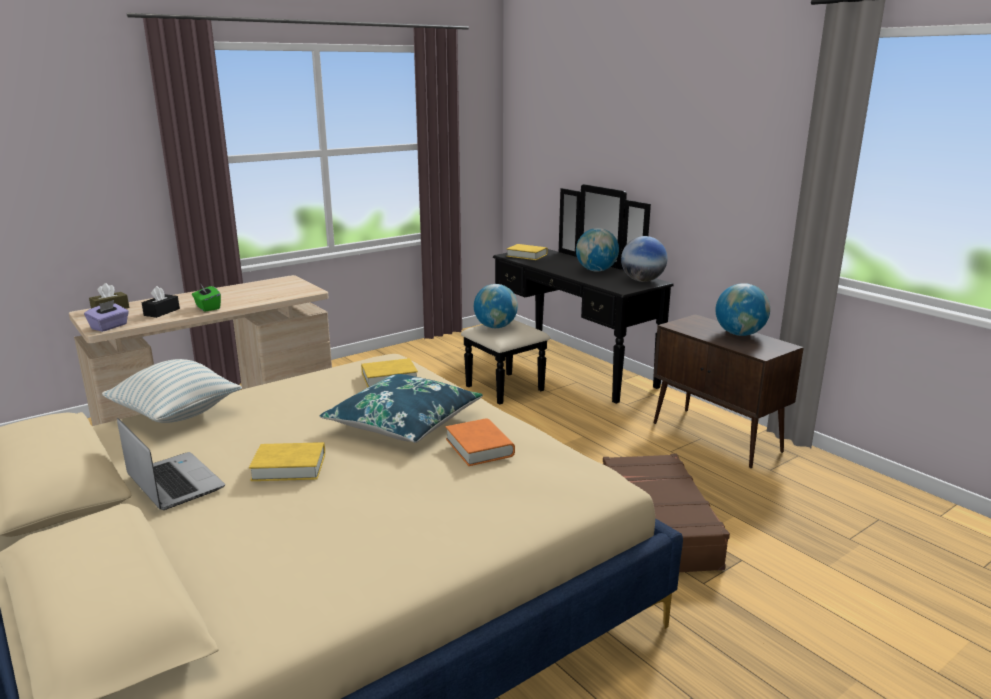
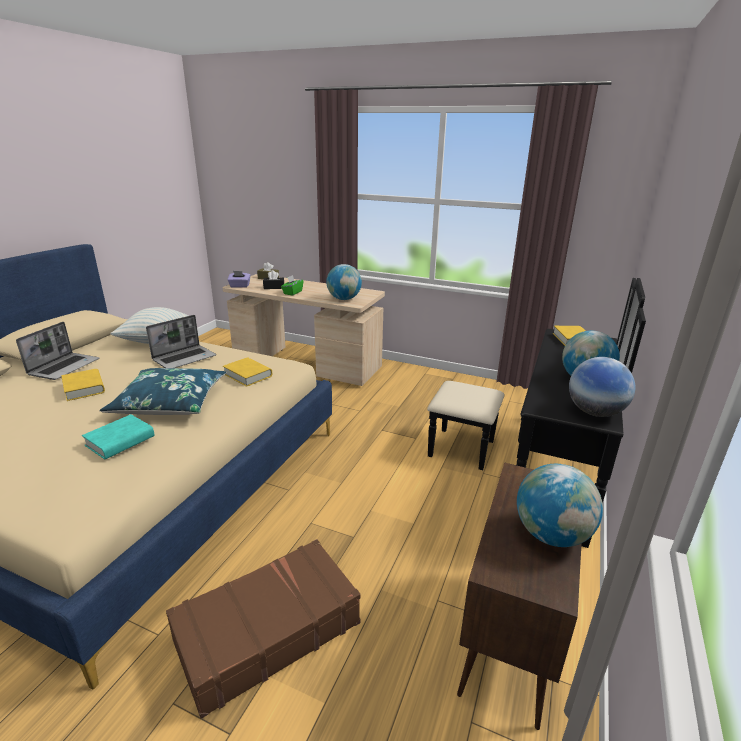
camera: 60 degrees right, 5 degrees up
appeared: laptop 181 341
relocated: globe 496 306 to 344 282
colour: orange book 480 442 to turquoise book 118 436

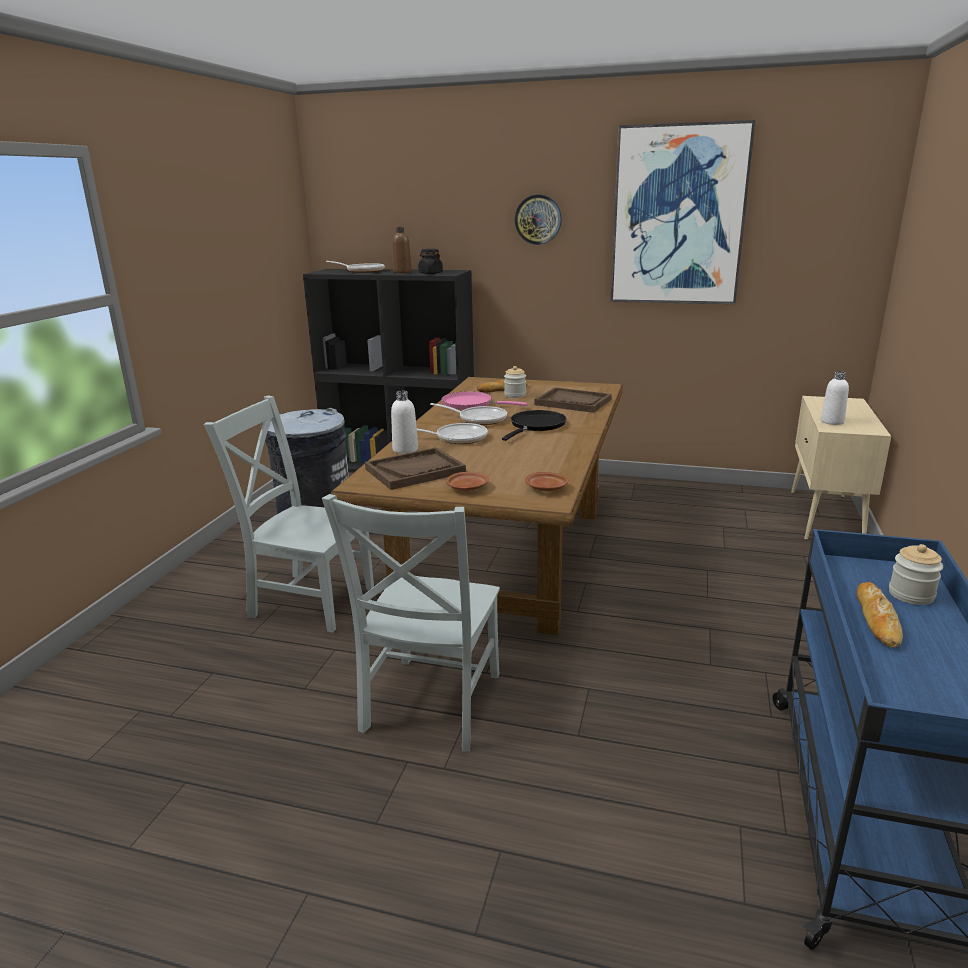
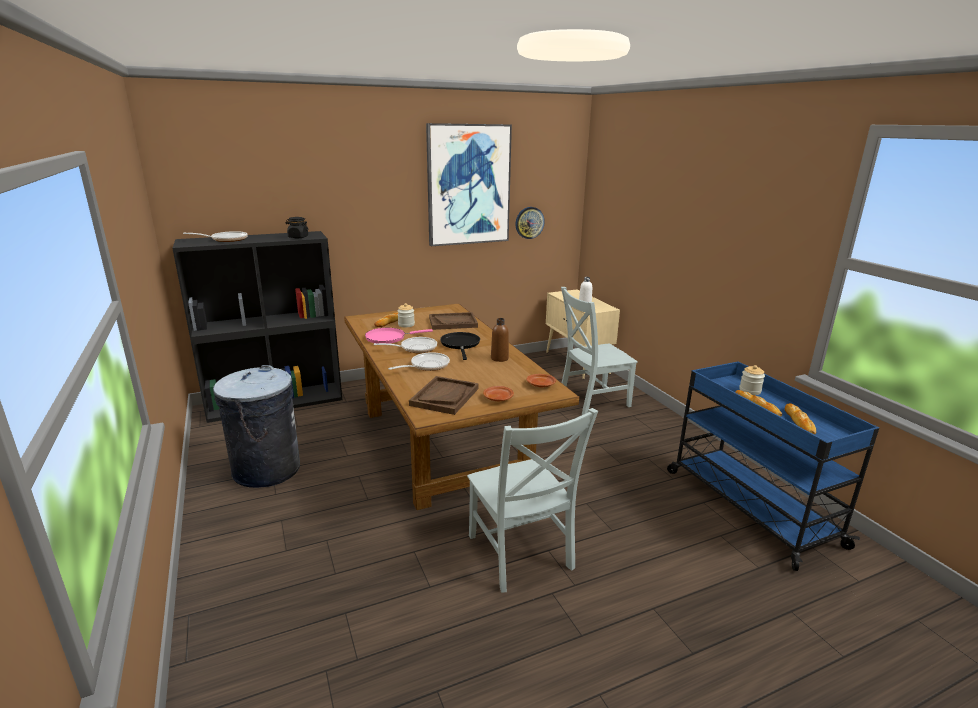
camera: 40 degrees left, 0 degrees up
missing: white bottle 404 422
appeared: bread 800 419
relocated: wall clock 538 219 to 530 223; brown bottle 402 250 to 500 340; grey chair 289 514 to 599 351

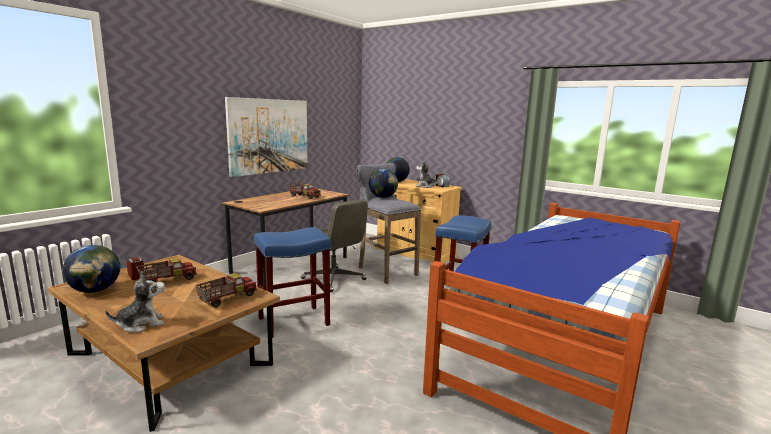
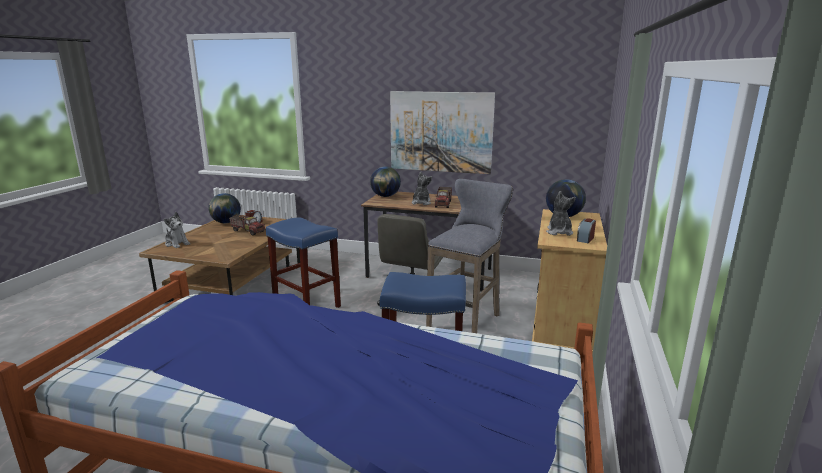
camera: 70 degrees right, 5 degrees up
missing: toy truck 226 290
appeared: plush toy 422 188
relocated: globe 383 183 to 385 181

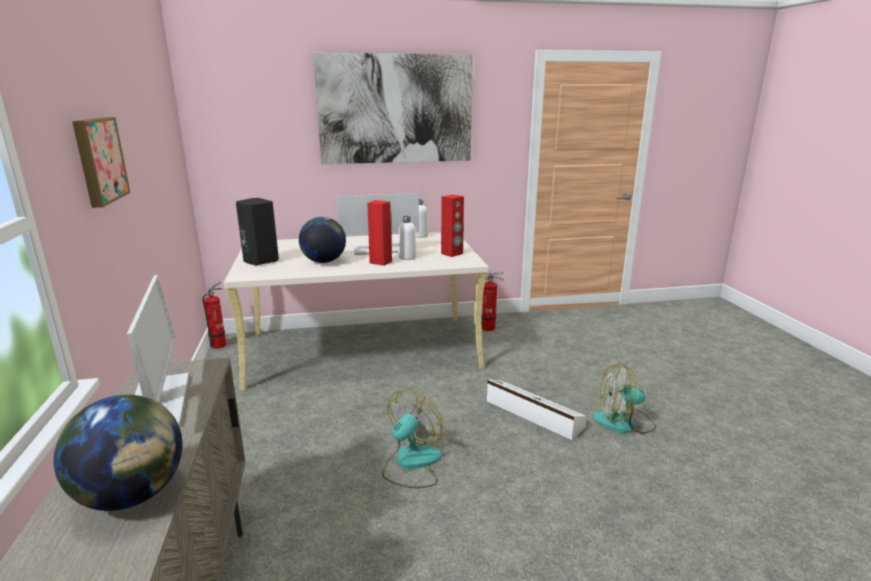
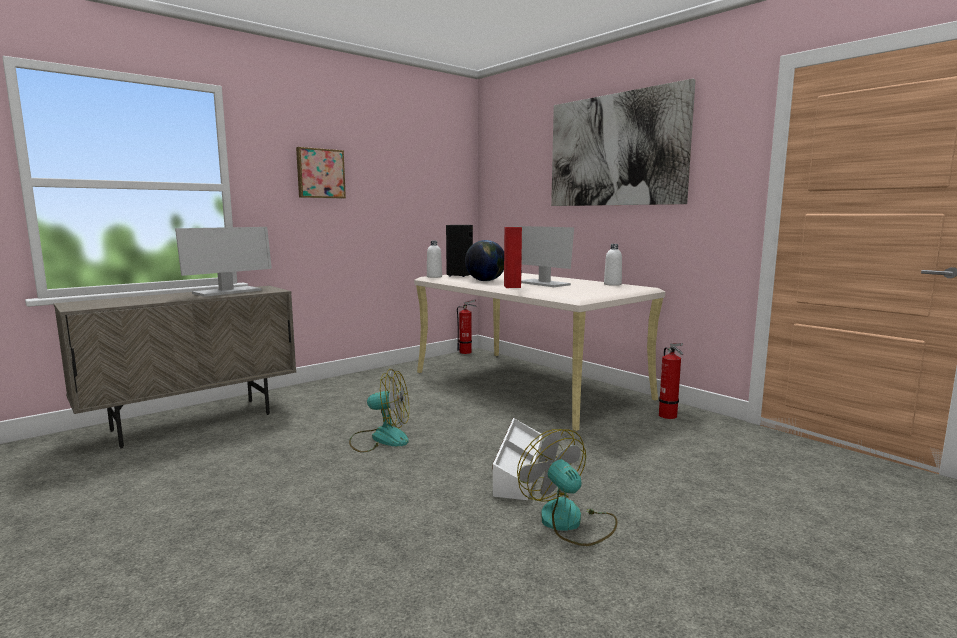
camera: 60 degrees right, 10 degrees down
missing: red speaker 452 225; globe 118 453
relocated: white bottle 408 238 to 434 259

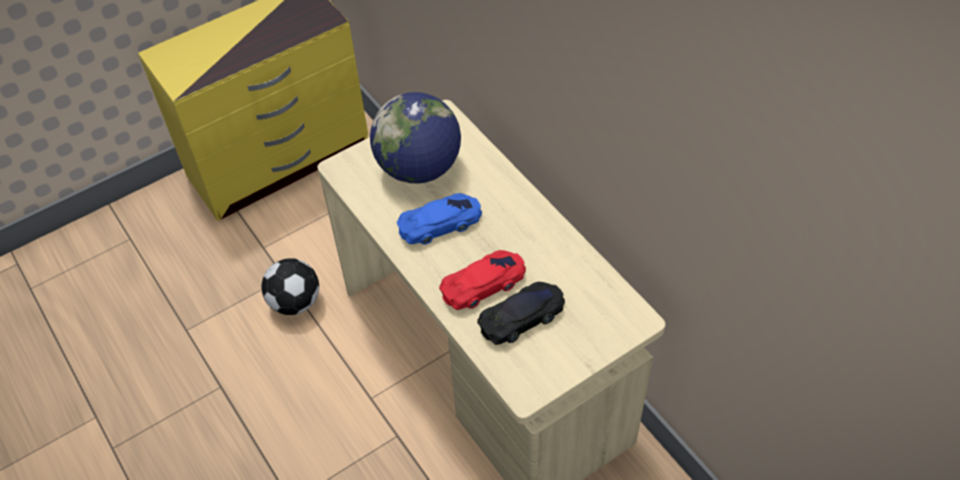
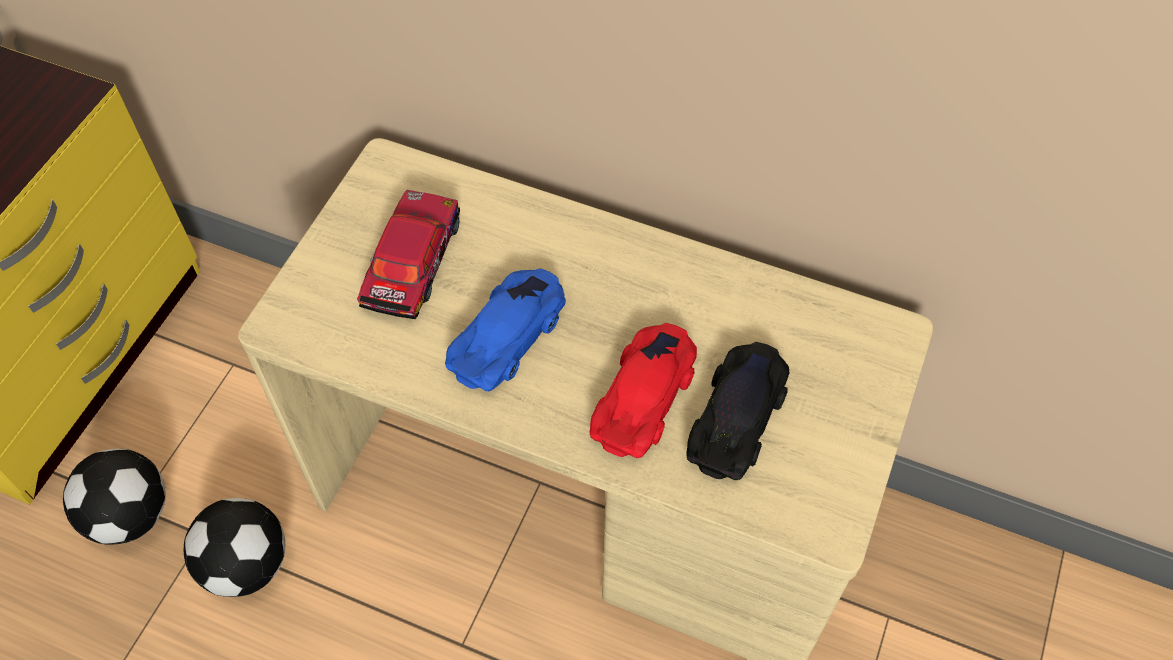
camera: 35 degrees left, 5 degrees up
appeared: football 114 497
exchanged: globe 415 138 to toy car 408 254

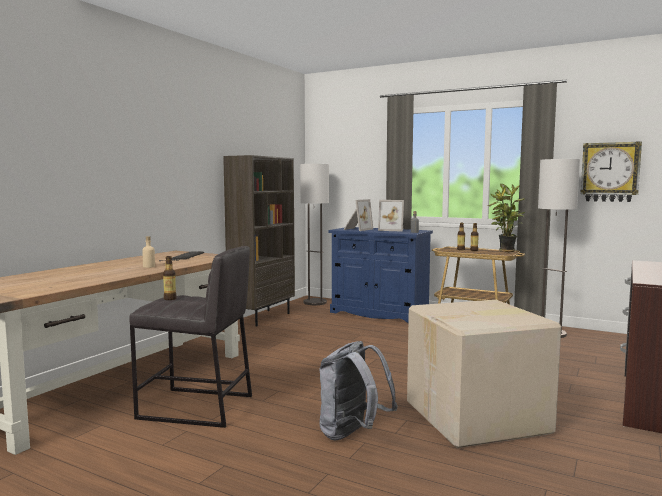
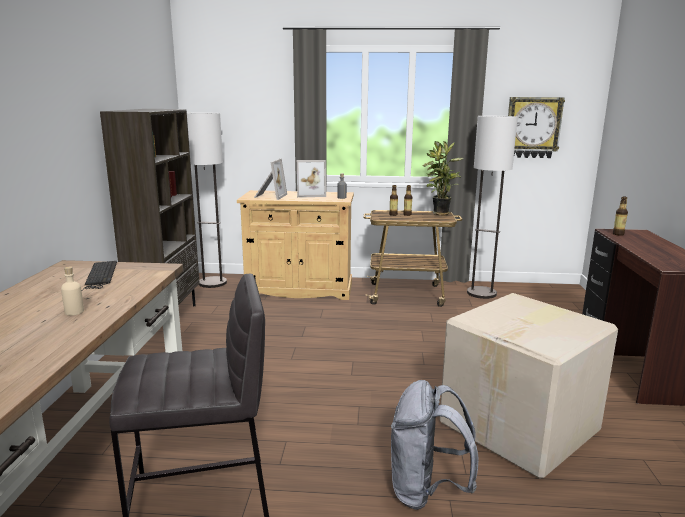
camera: 25 degrees left, 10 degrees up
relocated: bottle 169 278 to 620 216
colour: blue cabinet 380 275 to beige cabinet 295 245

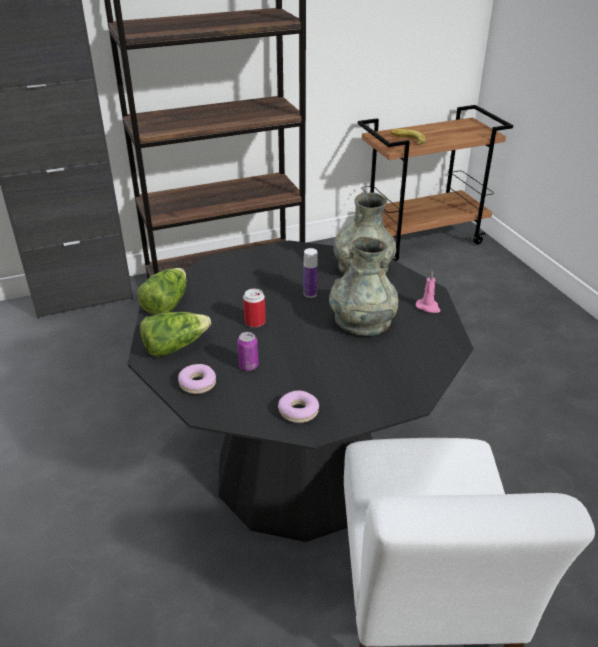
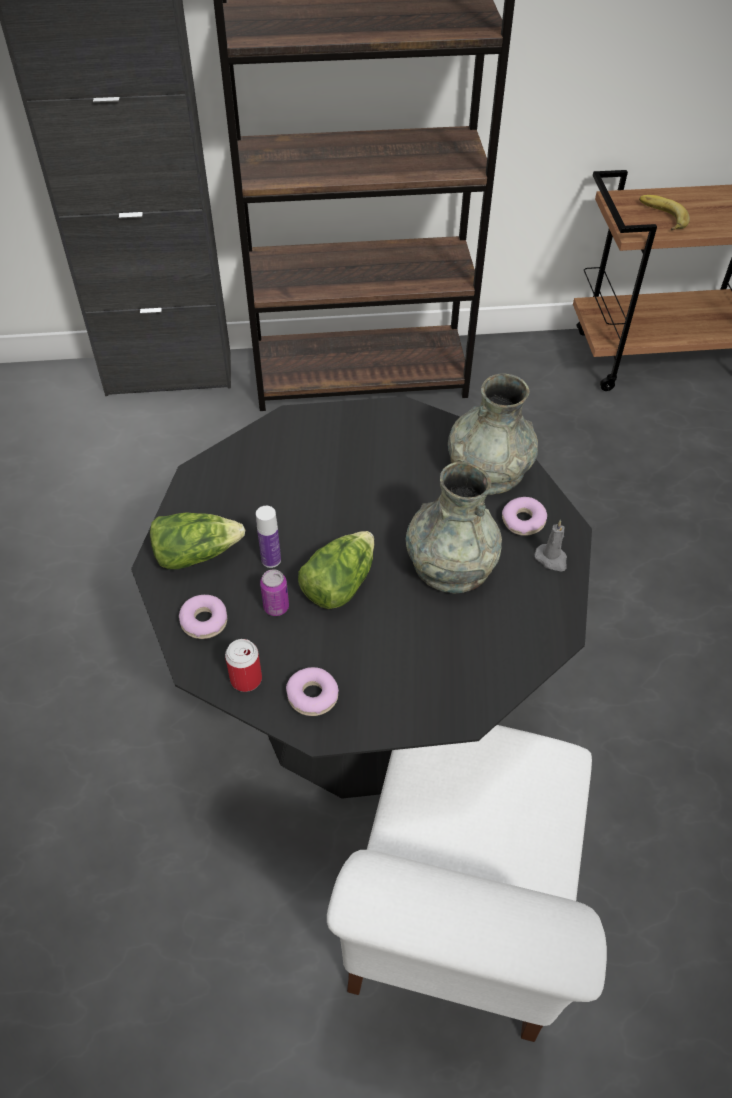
camera: 15 degrees right, 15 degrees up
appeared: donut 524 516
relocated: bottle 311 273 to 268 537; lettuce 162 291 to 336 570; can 254 308 to 243 665
colour: pink candle 428 292 to grey candle 551 546

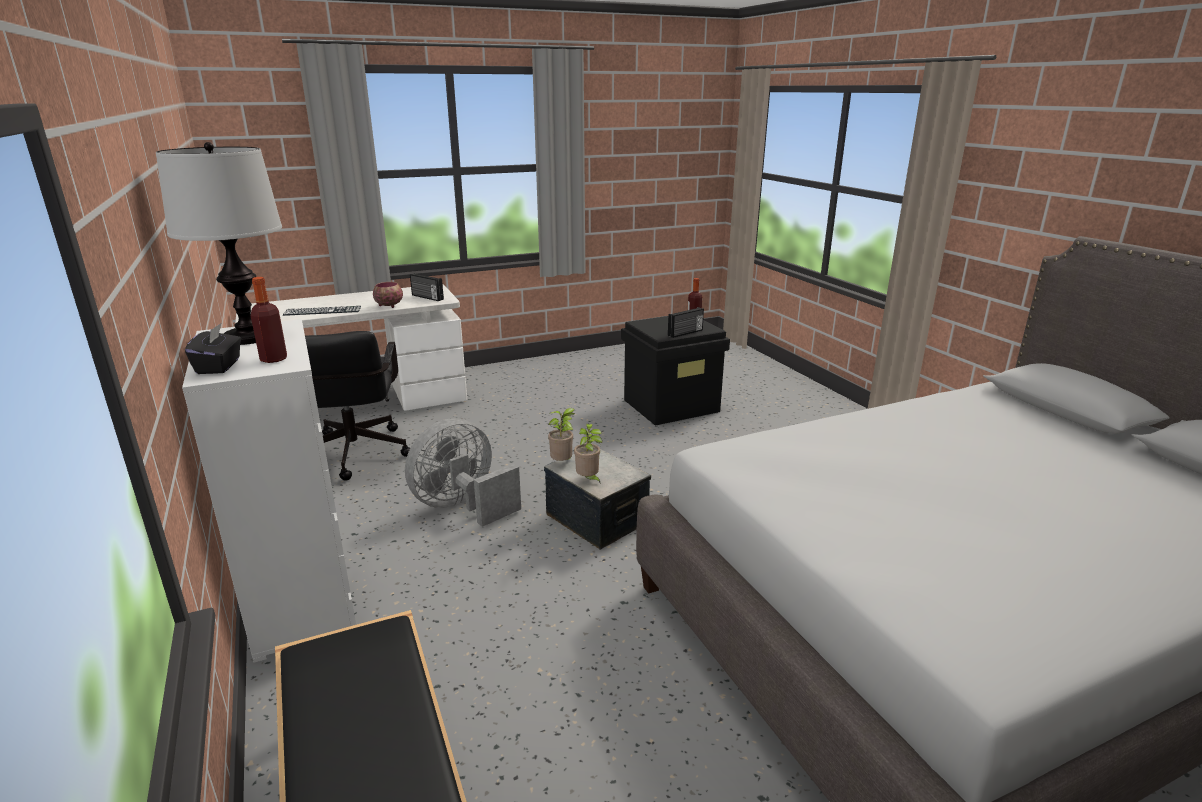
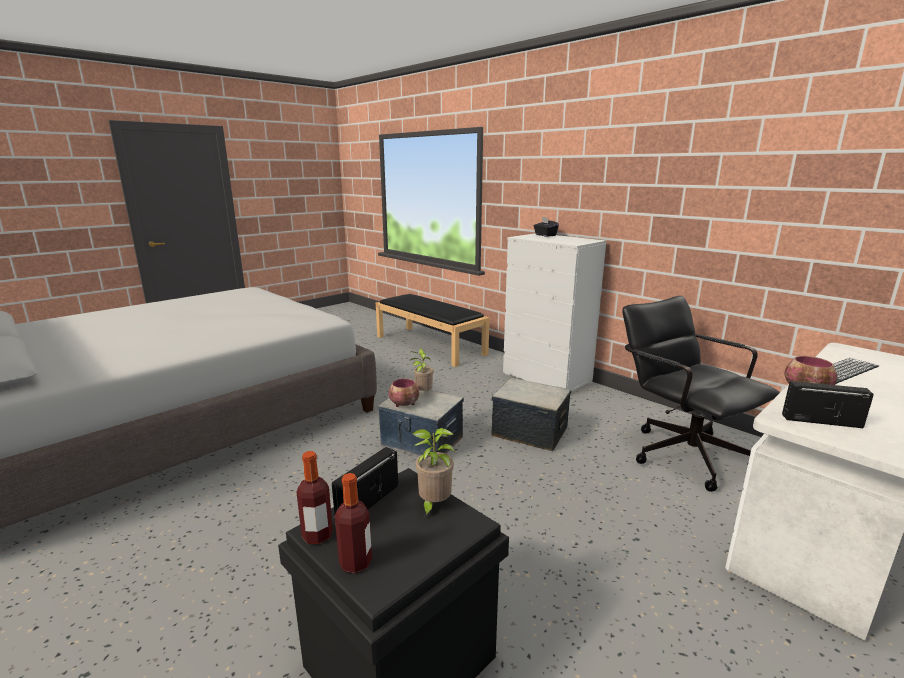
camera: 160 degrees right, 5 degrees down
missing: table lamp 219 243
appeared: bowl 404 393
relocated: bottle 269 320 to 314 497; potted plant 561 434 to 433 473
exchanged: grey fan 463 472 to storage box 531 414

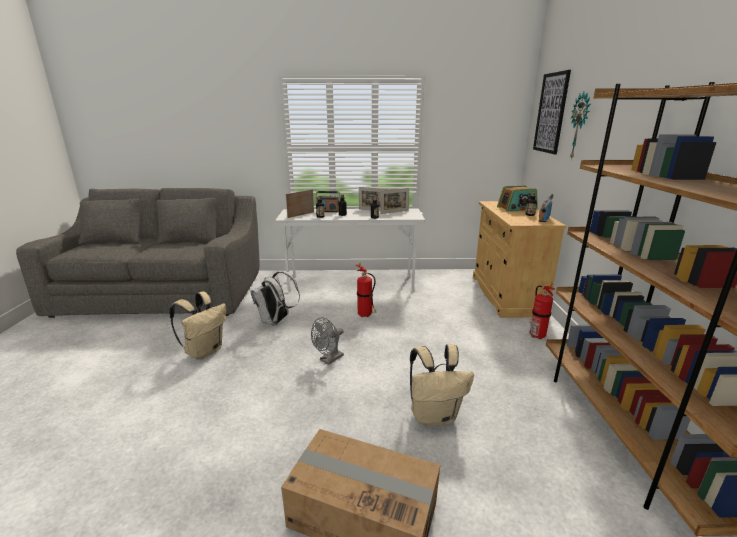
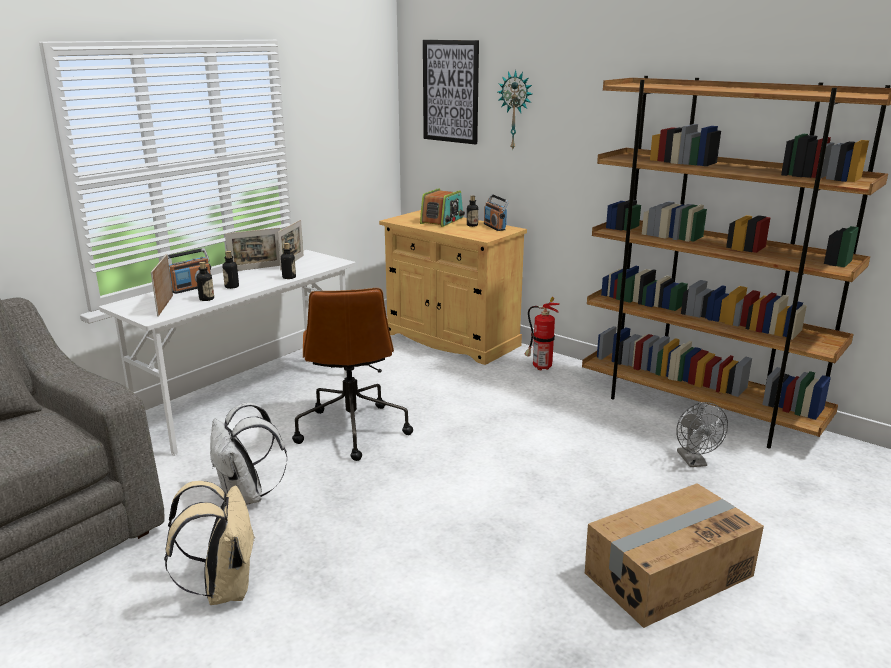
camera: 50 degrees left, 0 degrees up
missing: beige backpack 442 385
relocated: grey fan 327 341 to 702 434
exchanged: fire extinguisher 366 290 to brown office chair 352 374

